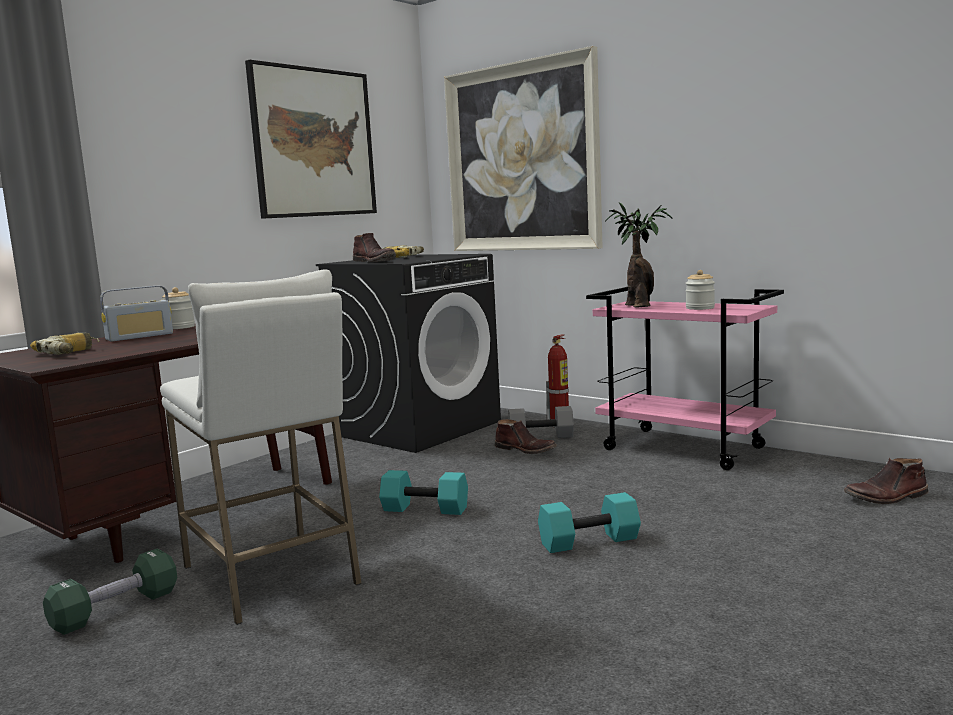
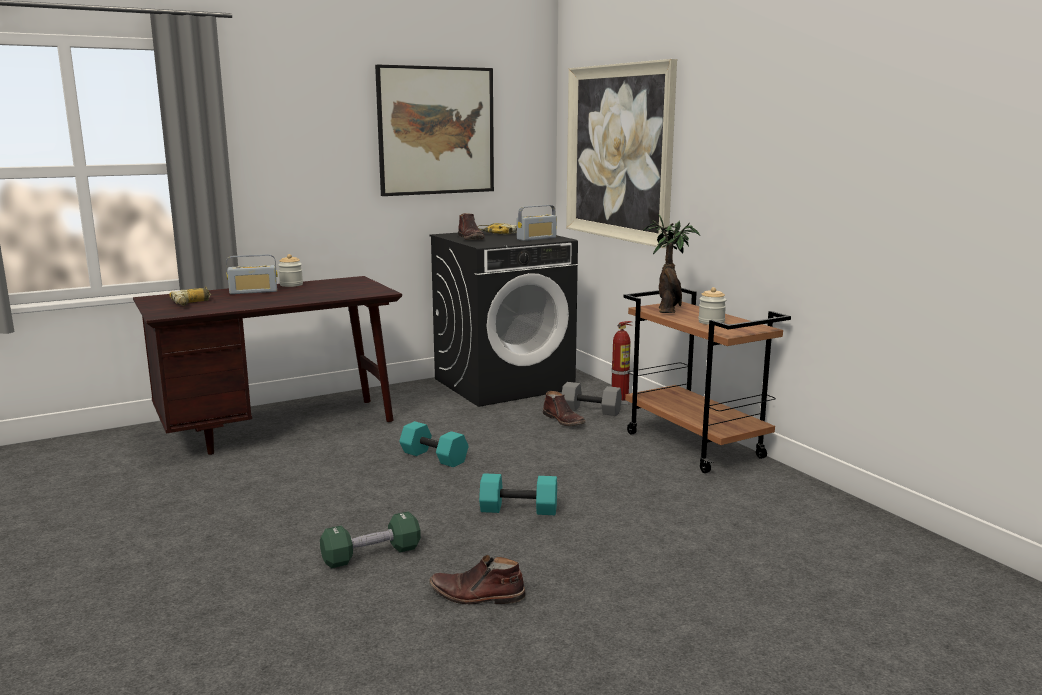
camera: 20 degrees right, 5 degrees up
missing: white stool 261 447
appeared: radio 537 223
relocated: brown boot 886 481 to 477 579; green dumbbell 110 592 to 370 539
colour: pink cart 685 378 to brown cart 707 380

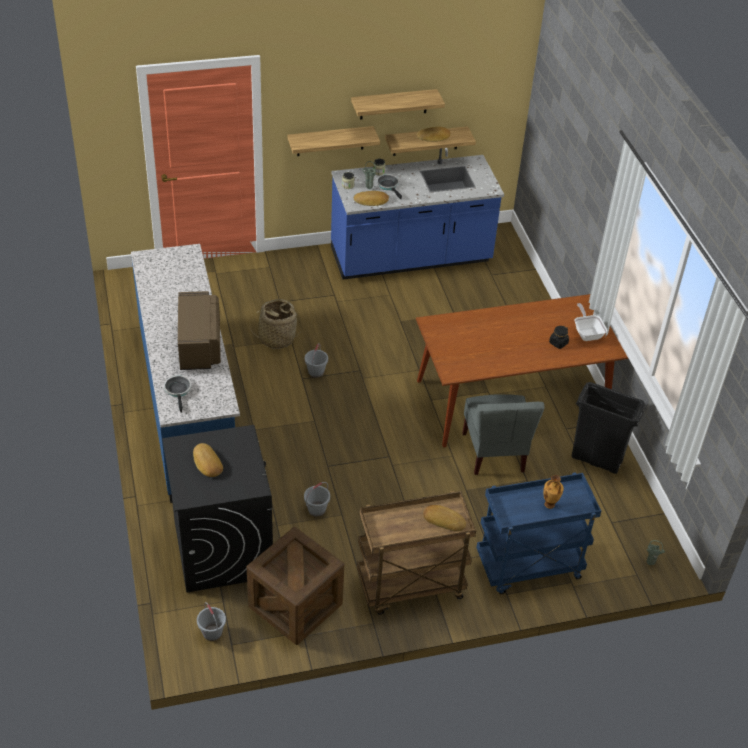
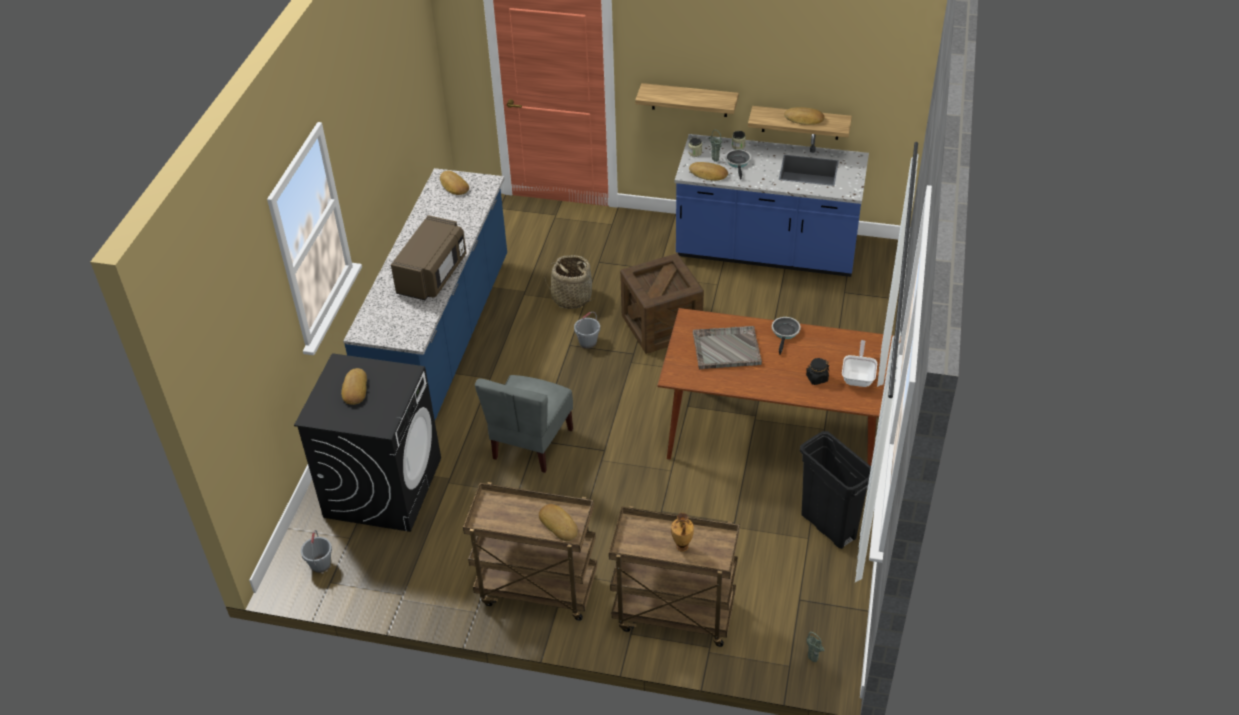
camera: 30 degrees right, 0 degrees up
missing: shelf 398 104; grey bucket 317 499
appeared: bread 454 182; grey tray 727 347
relocated: frying pan 177 394 to 786 336; grey chair 503 435 to 524 424; crate 295 586 to 662 303
colour: blue cart 538 533 to brown cart 674 576

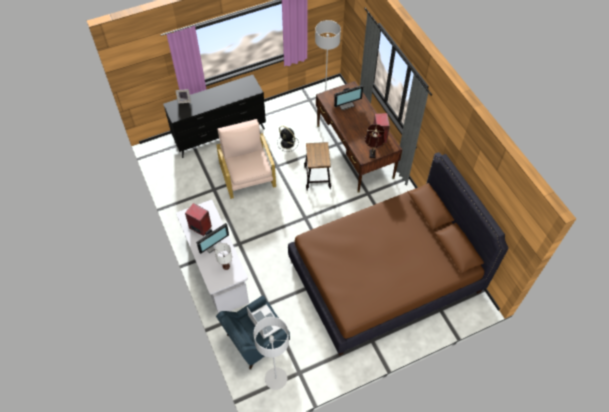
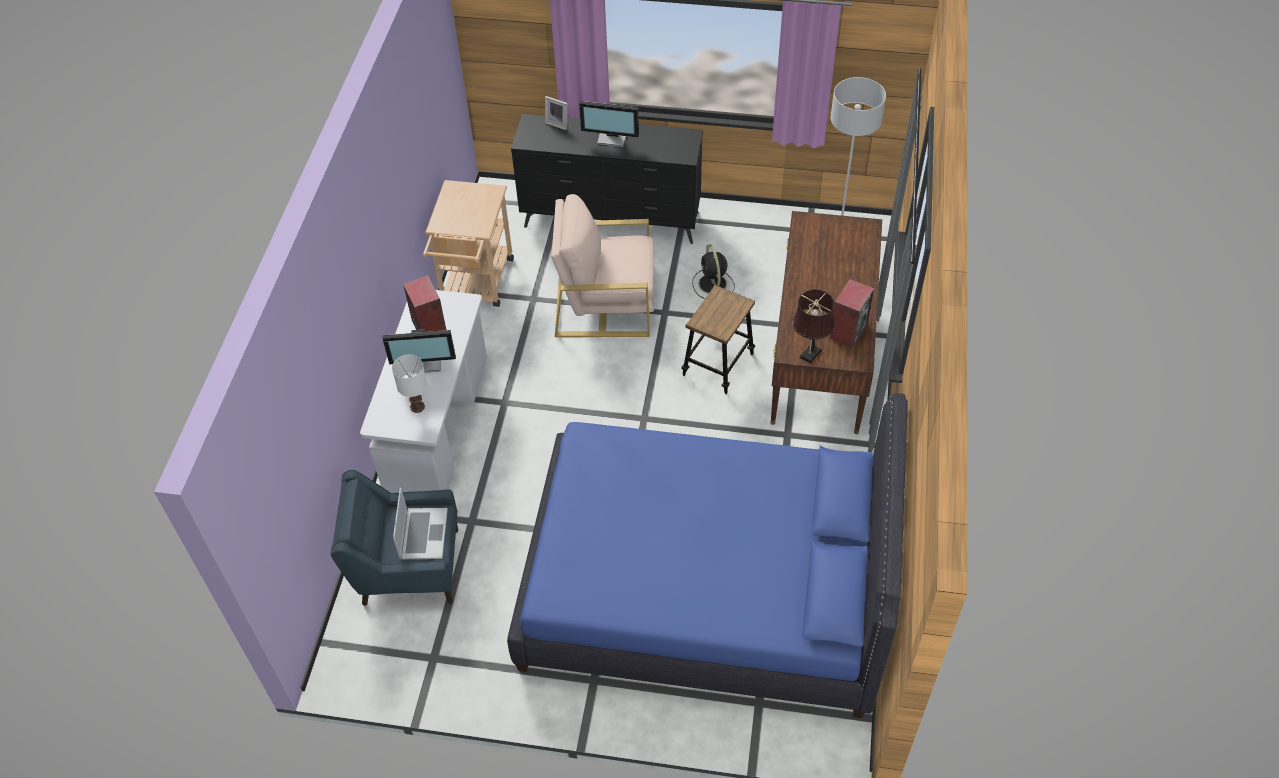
camera: 35 degrees right, 5 degrees down
missing: grey floor lamp 271 353
appeared: beige cart 468 243
relocated: monitor 348 97 to 609 124
colour: brown bed 398 254 to blue bed 707 555
spun: beige armchair 246 159 = 603 265 105 degrees counterclockwise

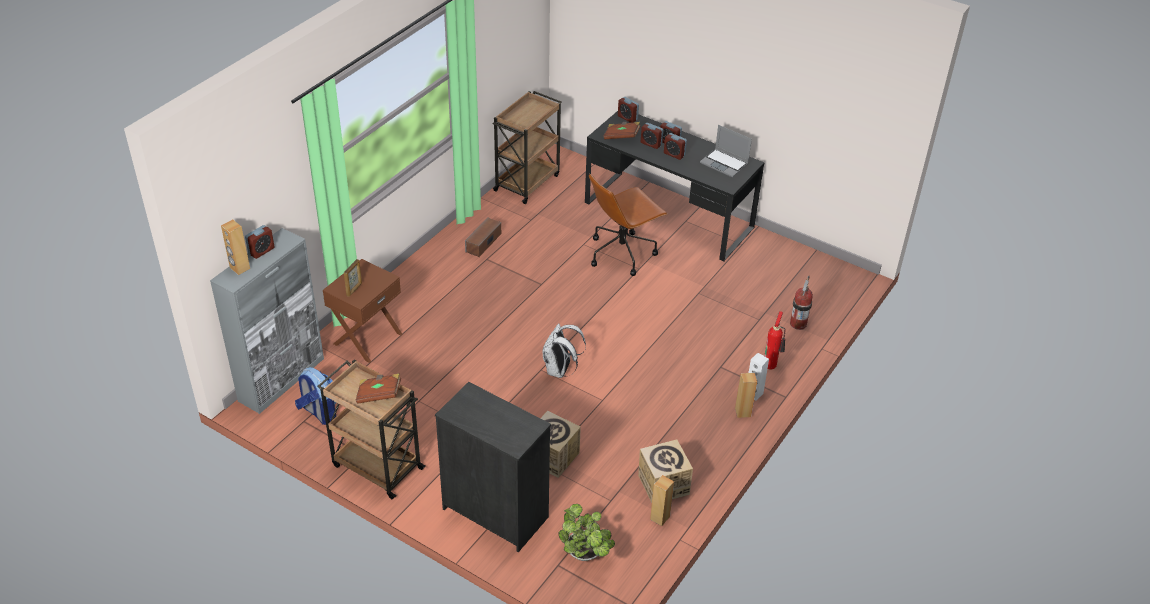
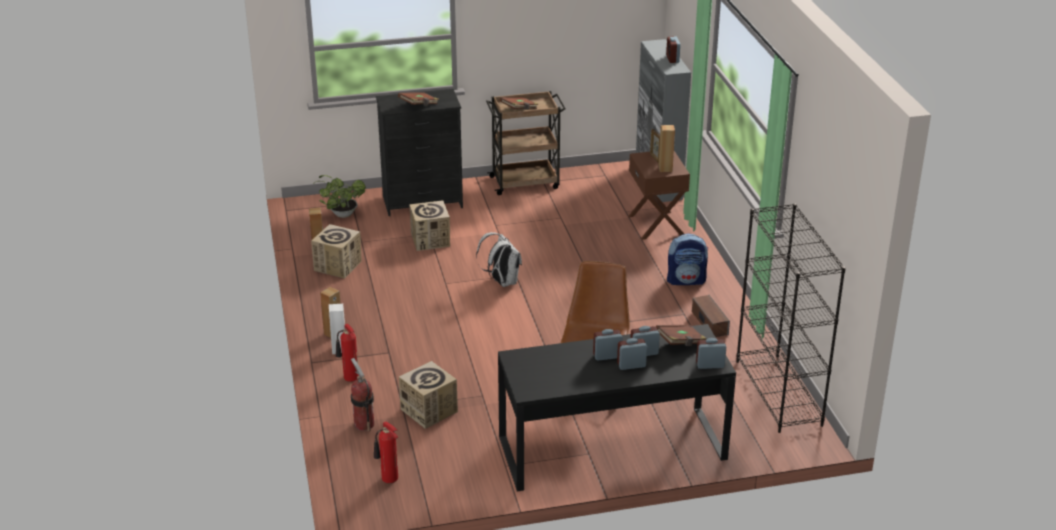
camera: 135 degrees right, 10 degrees down
missing: laptop 726 151
appeared: brown book 418 98; cardboard box 428 395; fire extinguisher 386 452
relocated: brown speaker 235 247 to 666 148; backpack 315 396 to 687 259
exchanged: brown cart 527 147 to black bookcase 791 318

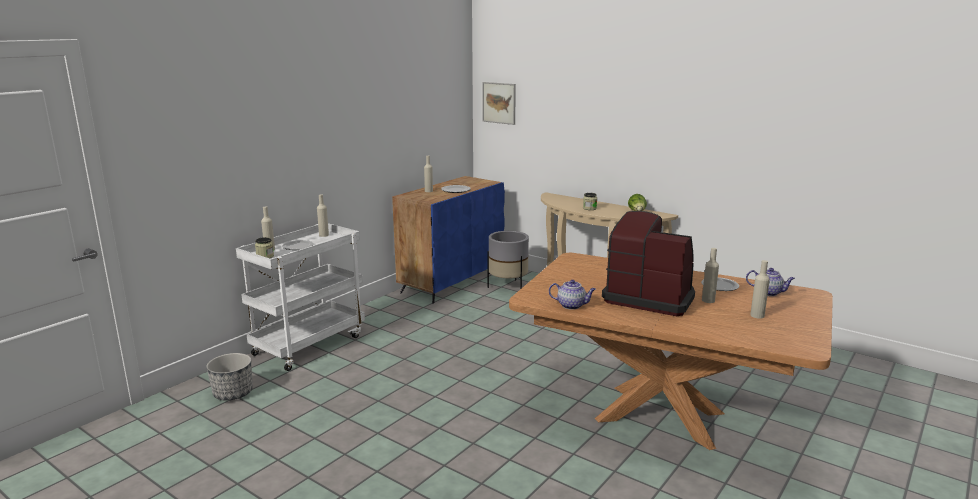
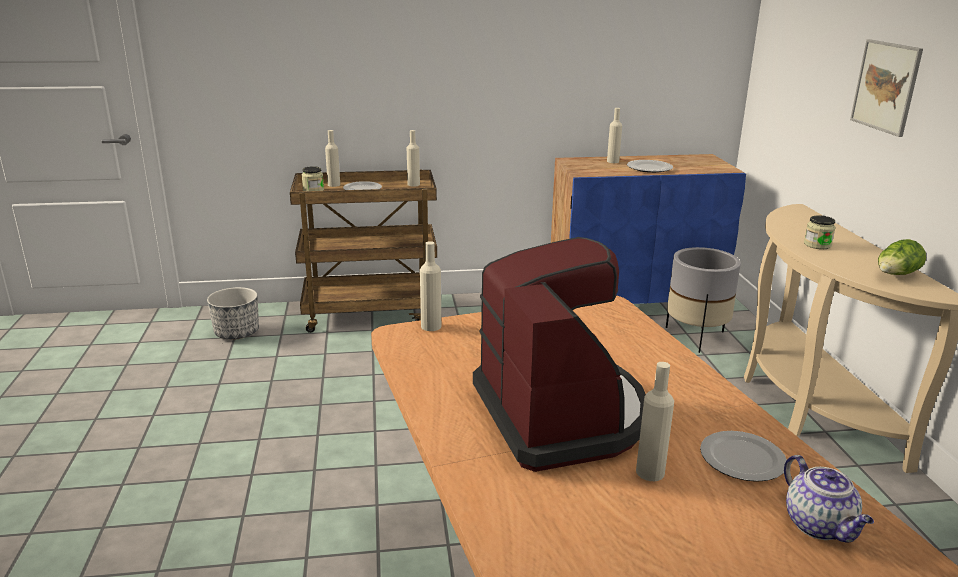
camera: 45 degrees right, 5 degrees up
missing: teapot 572 295
relocated: picture 499 103 to 886 88; beige bottle 760 289 to 430 286
colour: white cart 300 297 to brown cart 363 251

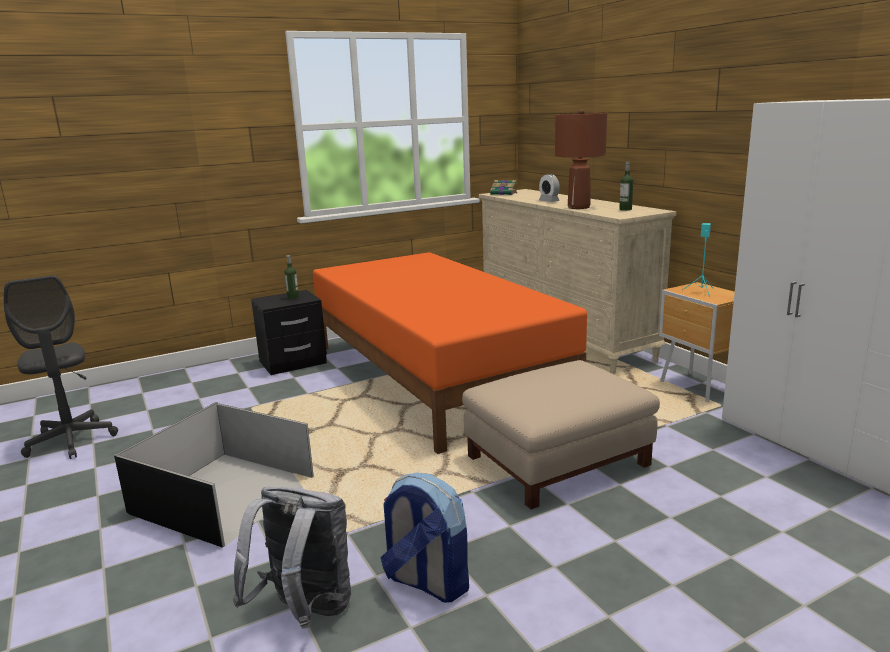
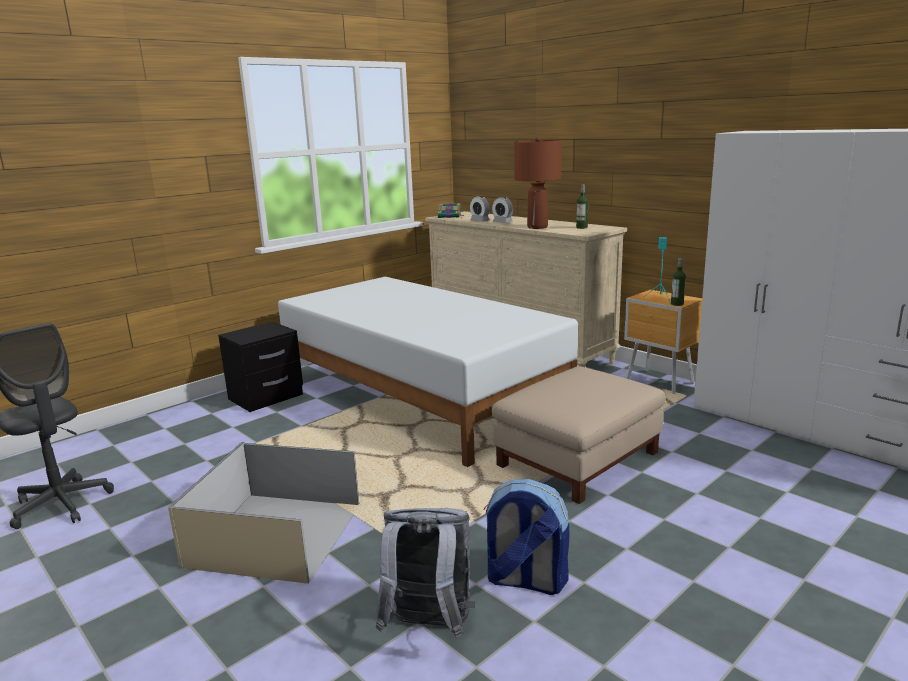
camera: 15 degrees left, 0 degrees up
appeared: alarm clock 480 209
relocated: bottle 292 277 to 678 282
colour: orange bed 450 353 to white bed 428 372; black storage box 214 475 to beige storage box 263 513

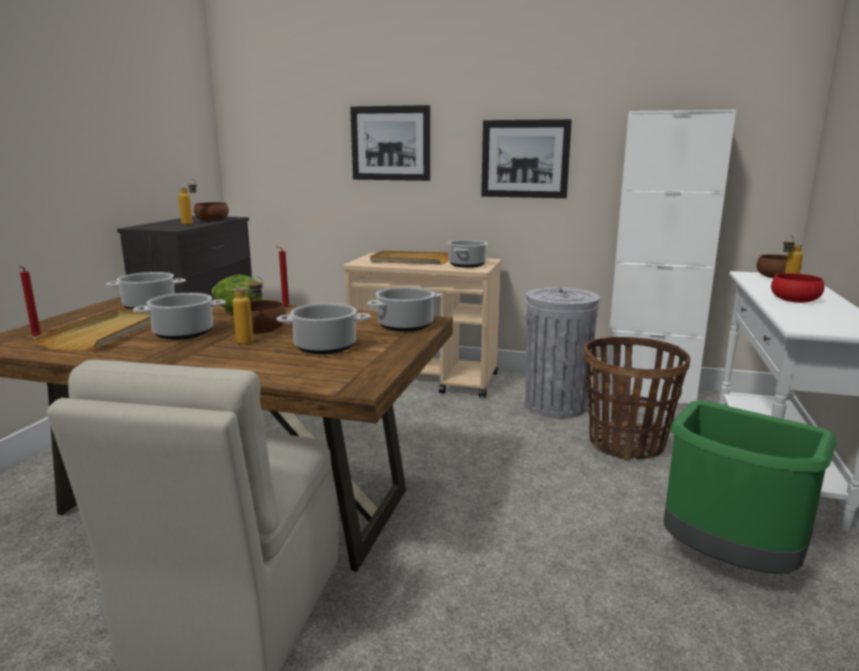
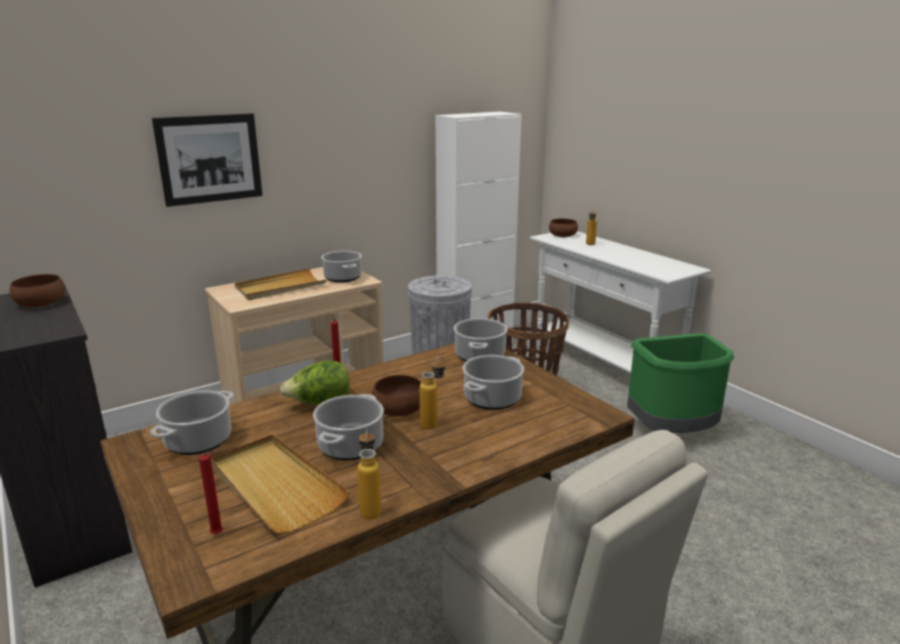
camera: 50 degrees left, 5 degrees up
missing: picture 526 158; red bowl 798 288
relocated: bottle 187 202 to 369 473

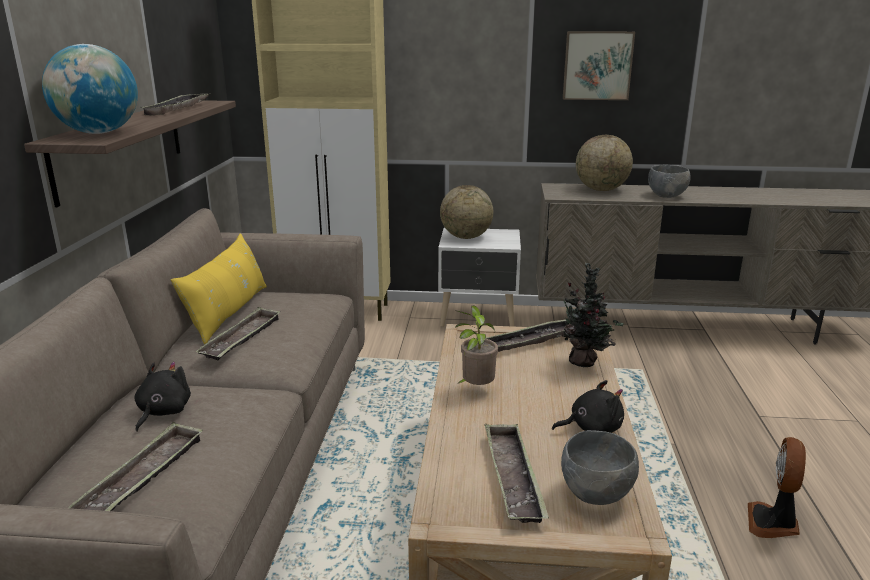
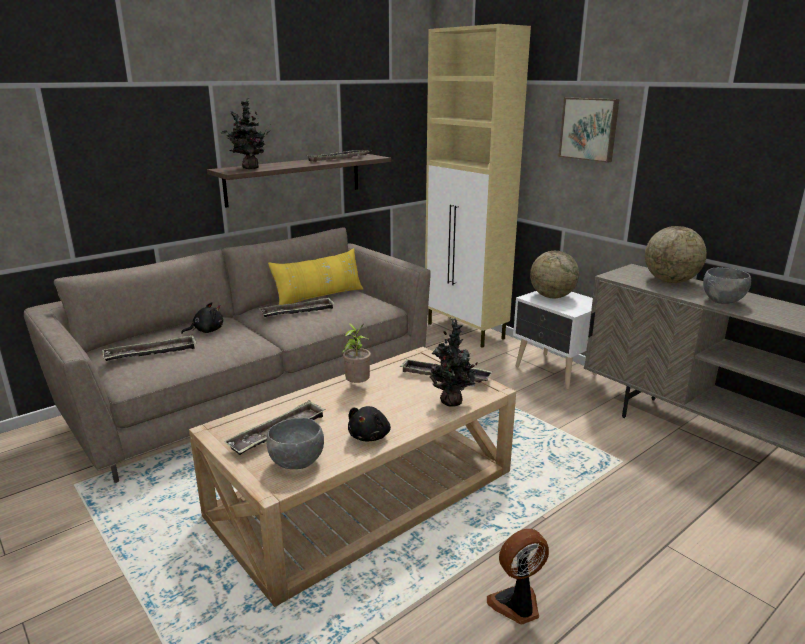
camera: 45 degrees right, 0 degrees up
relocated: picture 599 65 to 589 130
exchanged: globe 90 89 to potted plant 245 133
spun: black plush toy 588 406 = 369 423 75 degrees clockwise

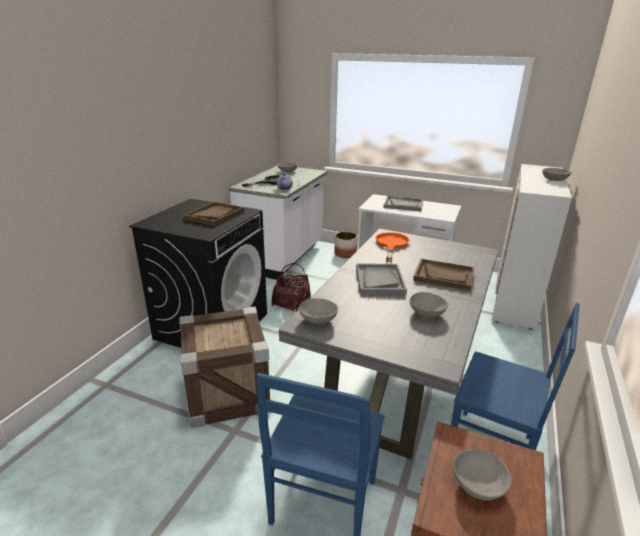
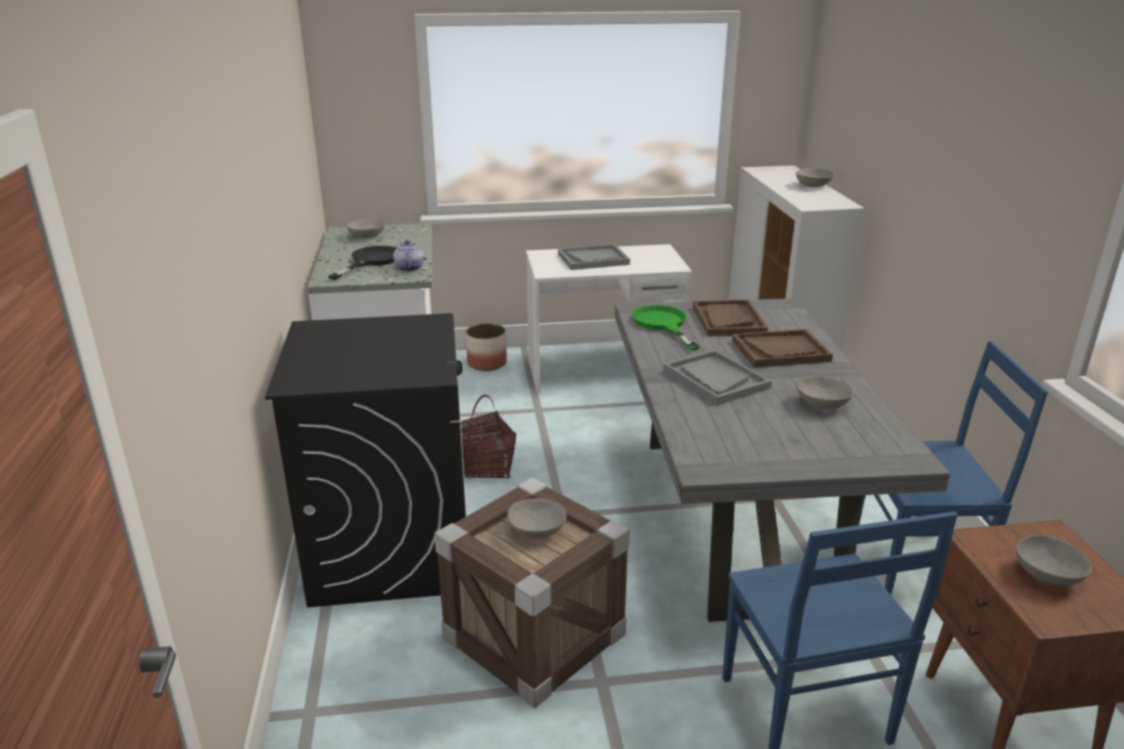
camera: 30 degrees left, 0 degrees up
relocated: brown tray 214 214 to 730 318; grey bowl 318 311 to 537 518
colour: orange frying pan 392 247 to green frying pan 666 328

